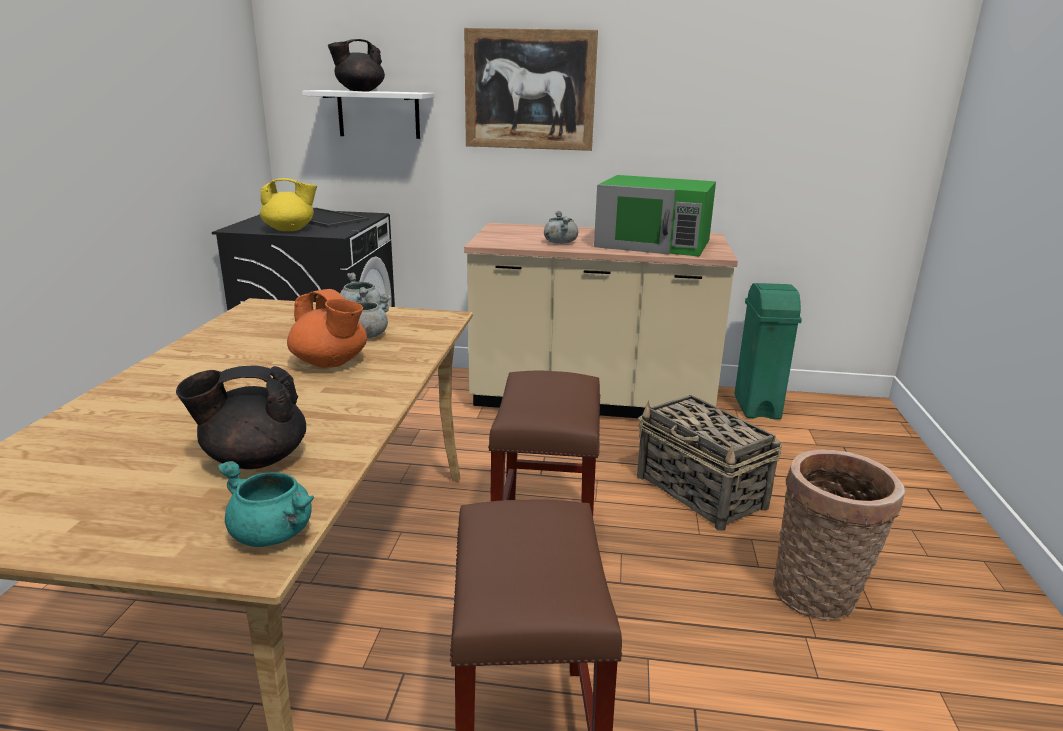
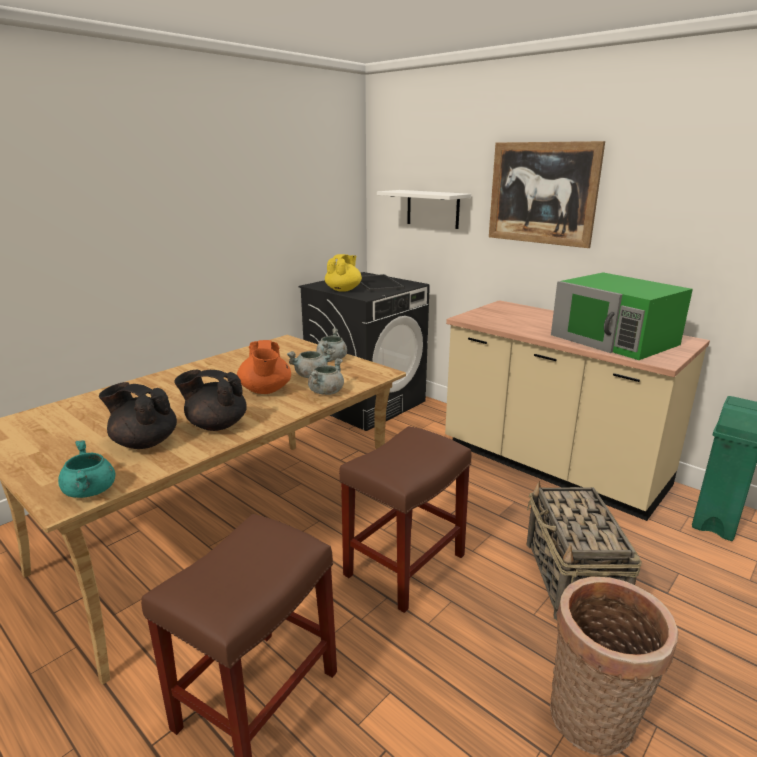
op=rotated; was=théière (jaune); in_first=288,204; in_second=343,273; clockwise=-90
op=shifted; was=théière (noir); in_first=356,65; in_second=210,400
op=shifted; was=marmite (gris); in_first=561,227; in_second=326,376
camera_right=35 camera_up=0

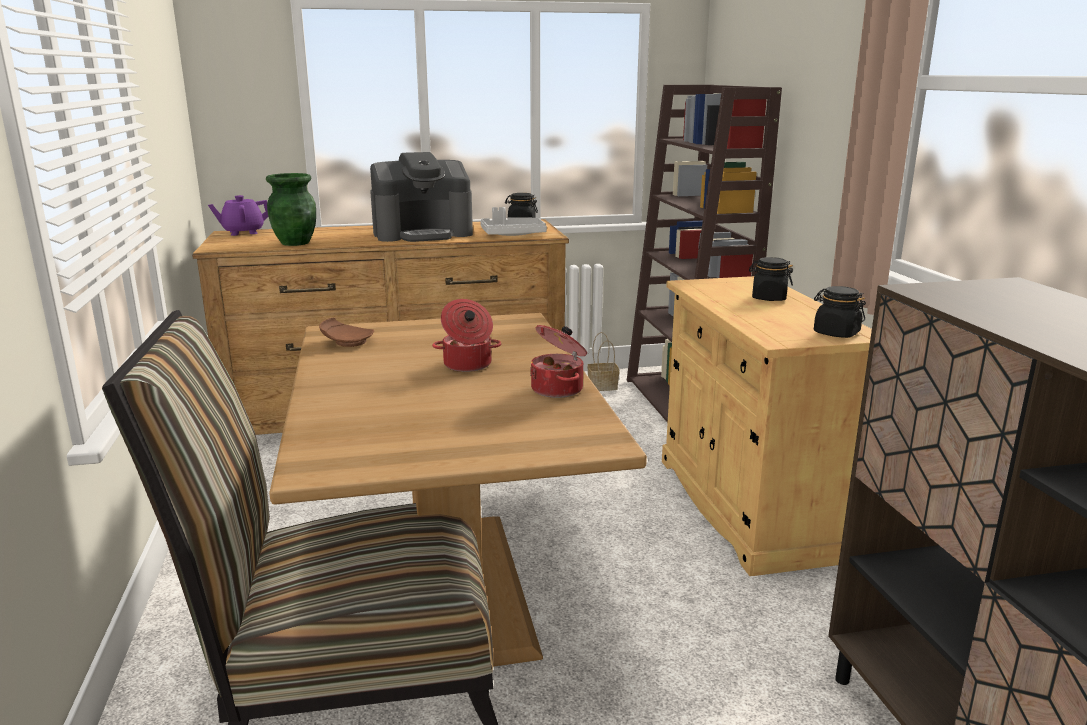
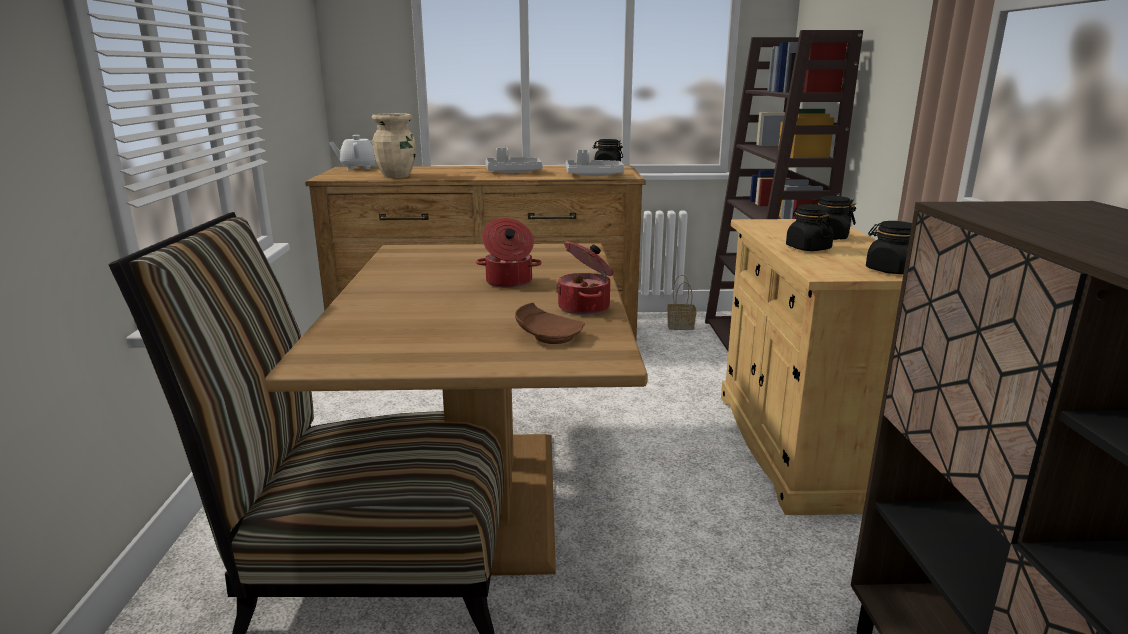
op=repainted; was=théière (violet); now=théière (blanc); in_first=238,215; in_second=352,152
op=repainted; was=vase (vert); now=vase (beige); in_first=291,209; in_second=394,145
op=shifted; was=assiette (marron); in_first=346,332; in_second=550,323
op=swapped; was=machine à café; now=plateau (gris); in_first=421,197; in_second=514,160
op=new; now=bocal (noir); in_second=810,227
camera_right=10 camera_up=0

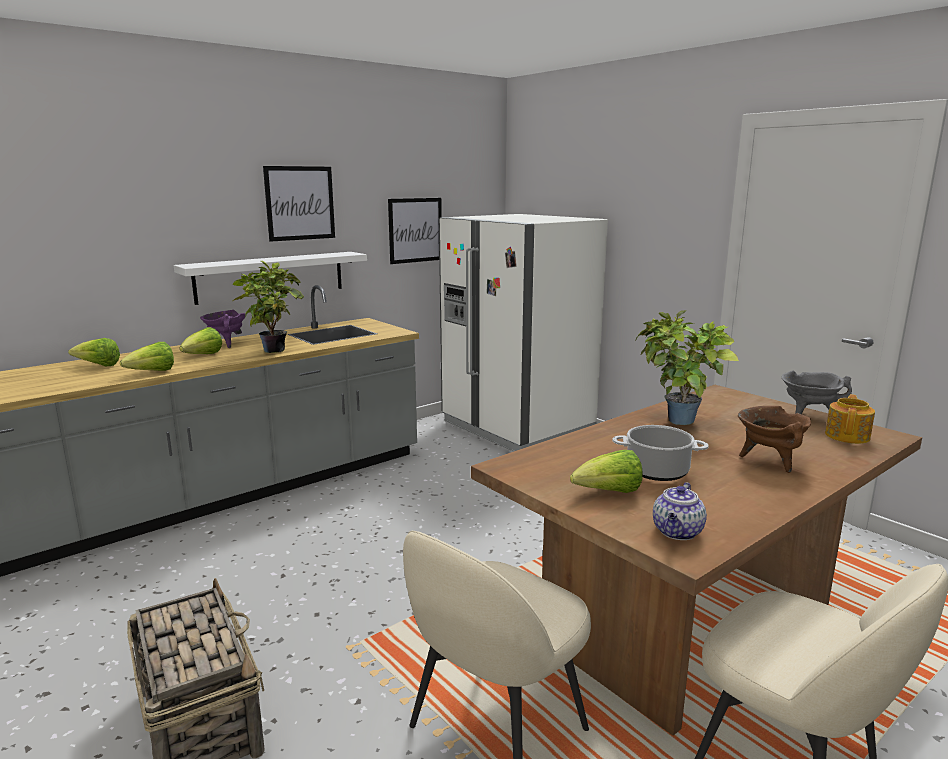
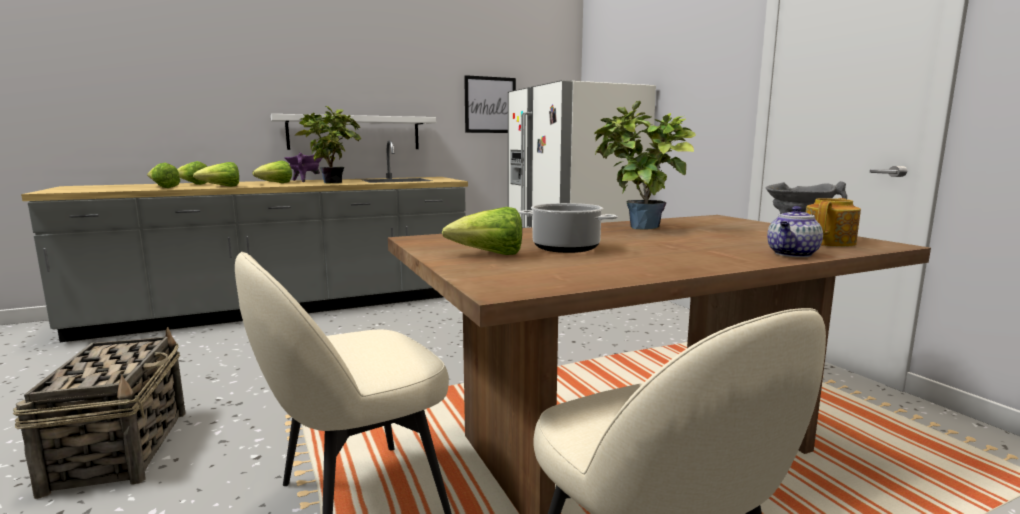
op=gone; was=tableau; in_first=299,204
op=shifted; was=théière; in_first=680,511; in_second=795,231
op=gone; was=marmite (marron); in_first=774,439
op=new; now=laitue; in_second=163,175
camera_right=15 camera_up=-5

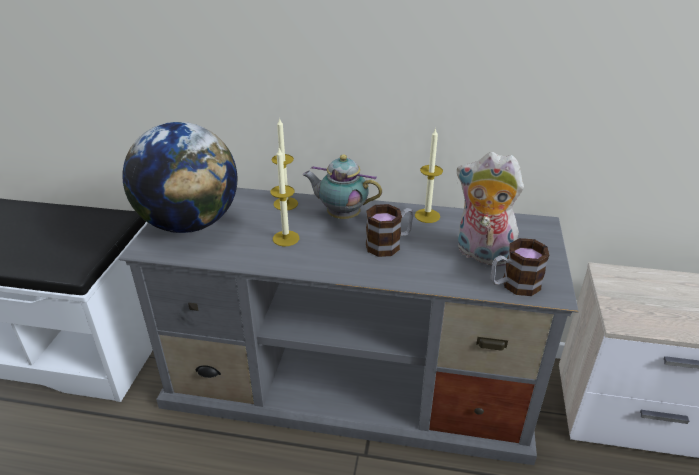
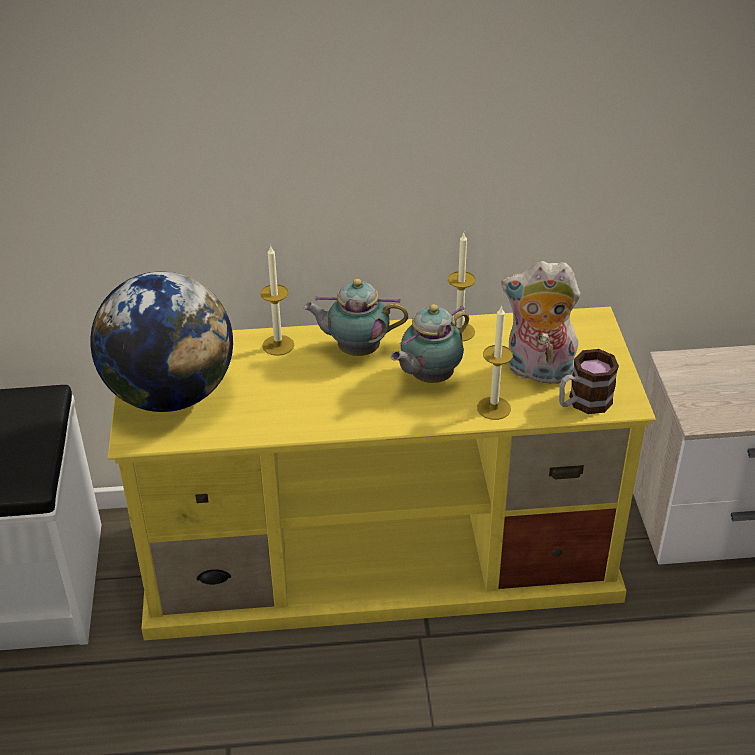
op=repainted; was=meuble télé (gris); now=meuble télé (jaune); in_first=349,326; in_second=382,473
op=shifted; was=bougie; in_first=285,197; in_second=495,362
op=swapped; was=mug; now=théière; in_first=390,230; in_second=430,343
camera_right=-15 camera_up=5

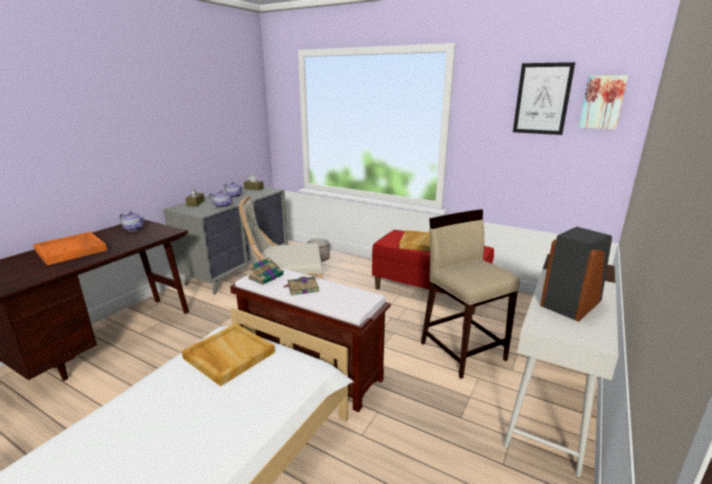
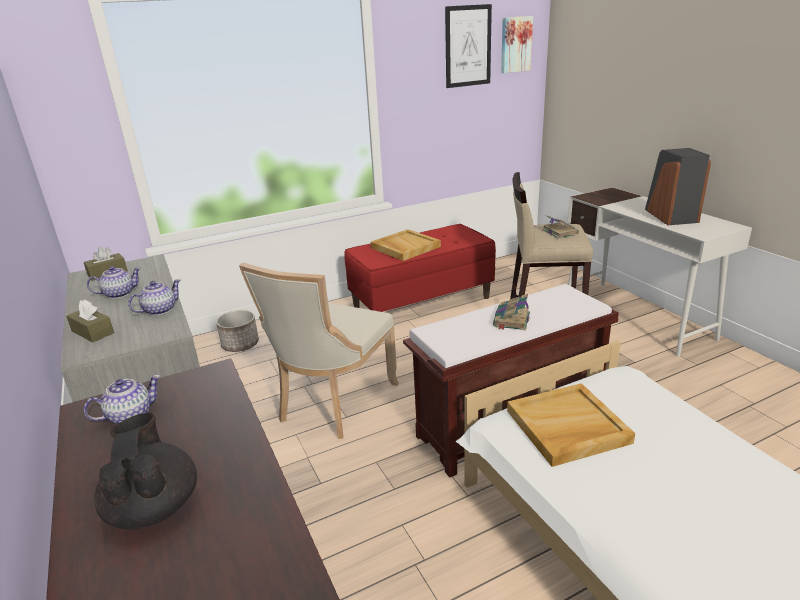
op=swapped; was=plateau (orange); now=théière (noir); in_first=70,248; in_second=145,471
op=shifted; was=livre; in_first=266,271; in_second=560,227
camera_right=-55 camera_up=5

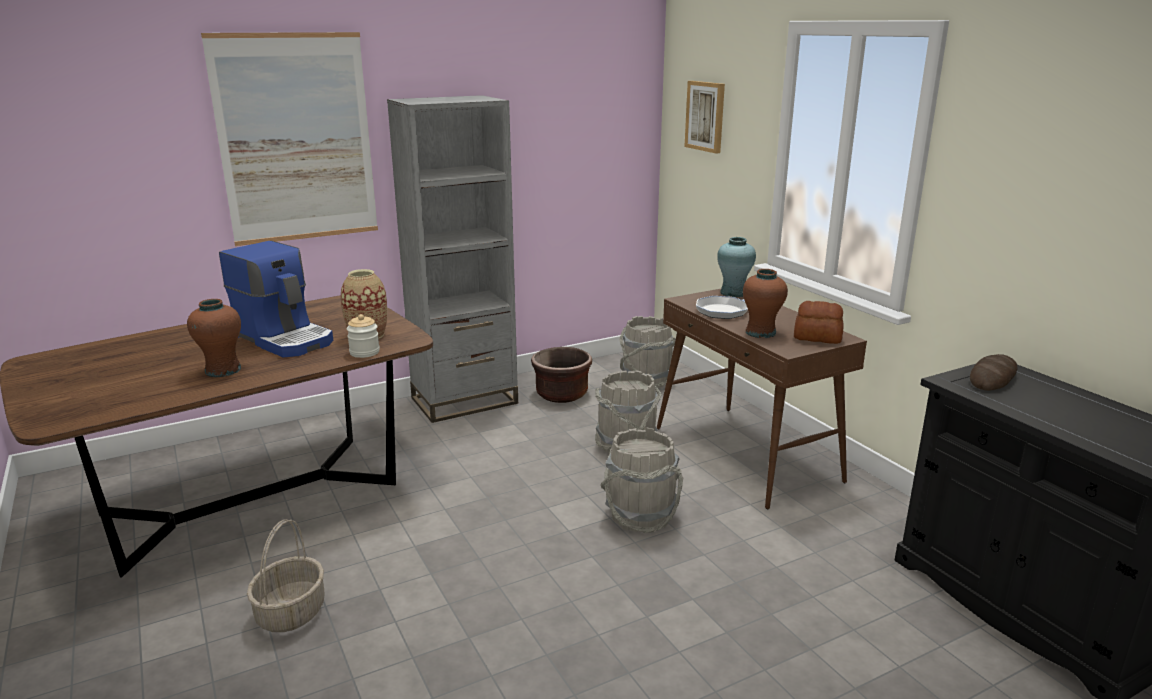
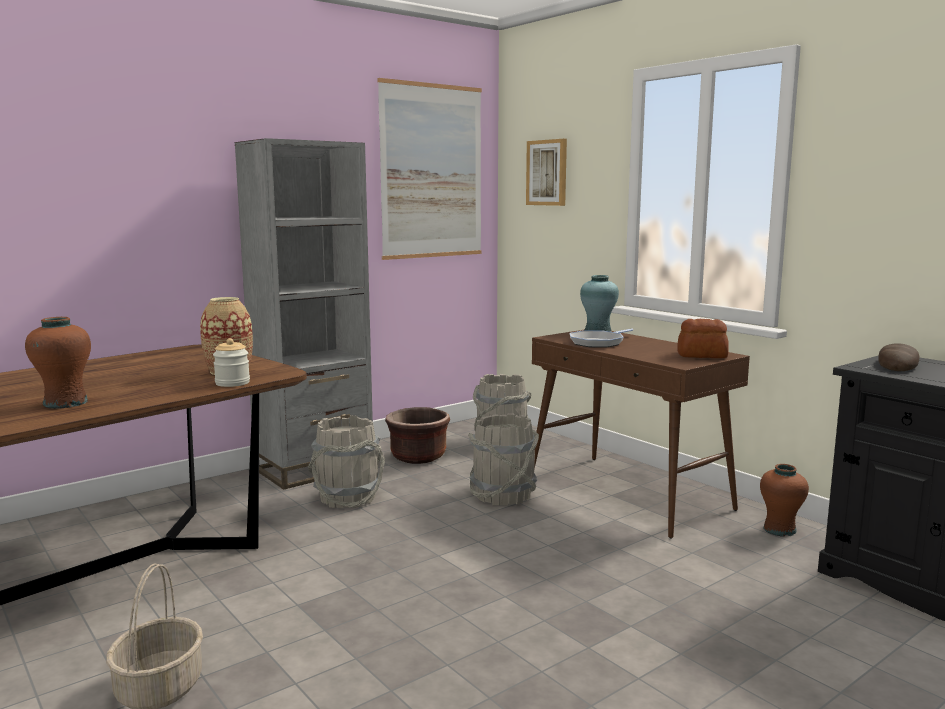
op=shifted; was=tableau; in_first=289,139; in_second=429,169
op=gone; was=machine à café; in_first=276,299
op=shifted; was=seau (gris); in_first=642,480; in_second=346,461
op=shifted; was=vase (marron); in_first=765,303; in_second=784,500
camera_right=-10 camera_up=-10

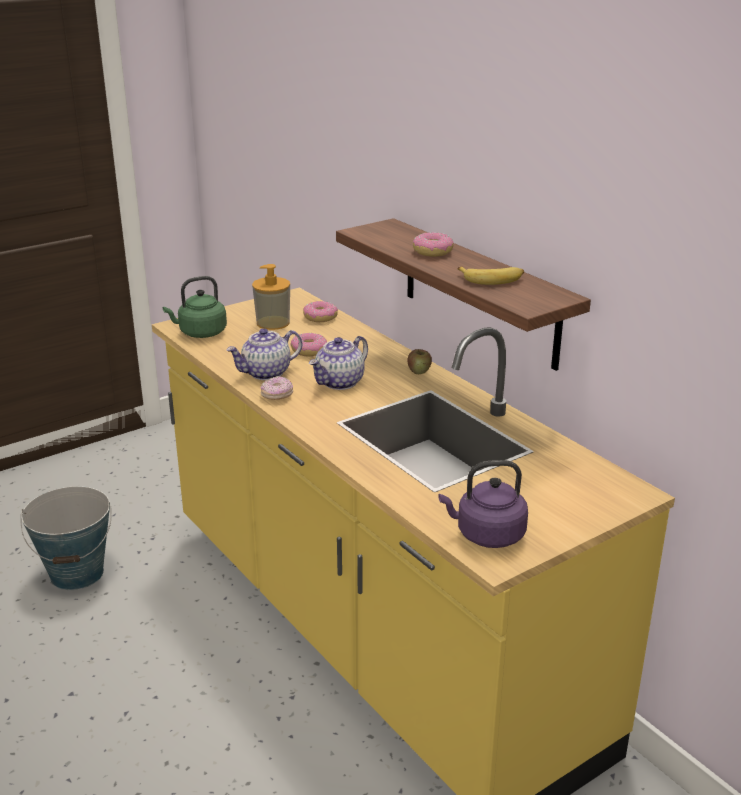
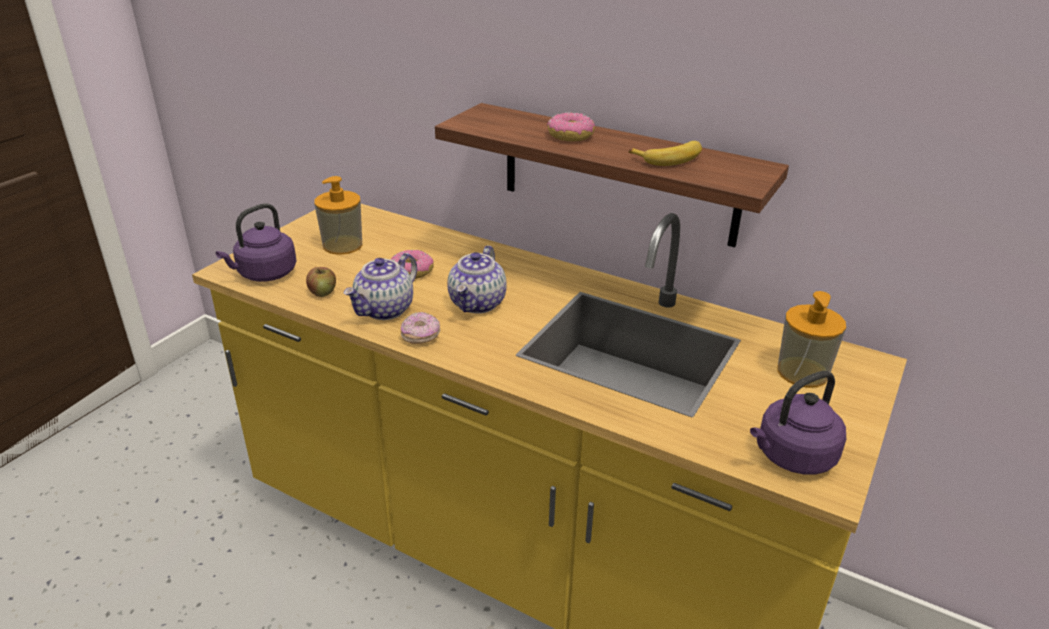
op=gone; was=seau; in_first=66,538
op=repainted; was=bouilloire (vert); now=bouilloire (violet); in_first=195,307; in_second=256,242
op=gone; was=beignet; in_first=320,311
op=shifted; was=pomme; in_first=419,361; in_second=321,282
op=new; now=distributeur de savon; in_second=812,339
camera_right=-25 camera_up=5

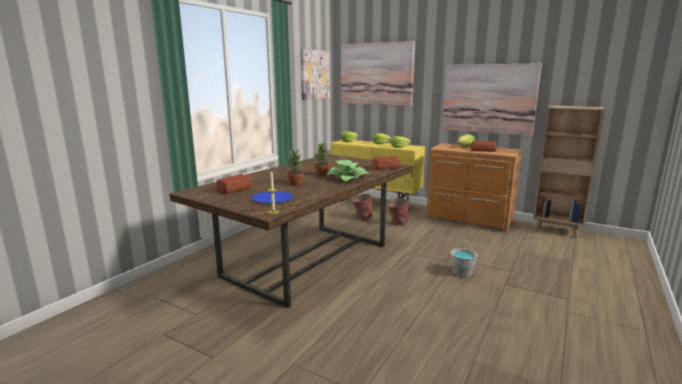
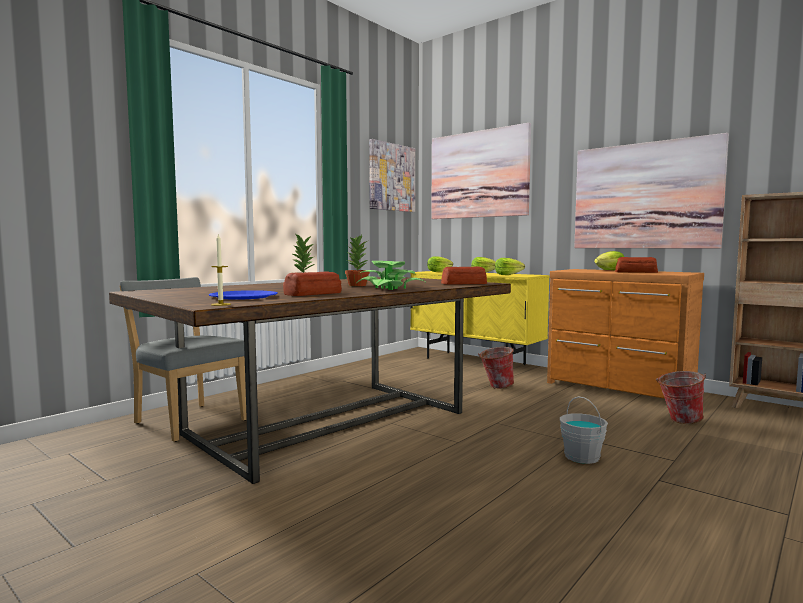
op=shifted; was=pain; in_first=233,184; in_second=312,284
op=shifted; was=seau; in_first=361,207; in_second=681,397
op=new; now=chaise (gris); in_second=183,359
camera_right=10 camera_up=-10

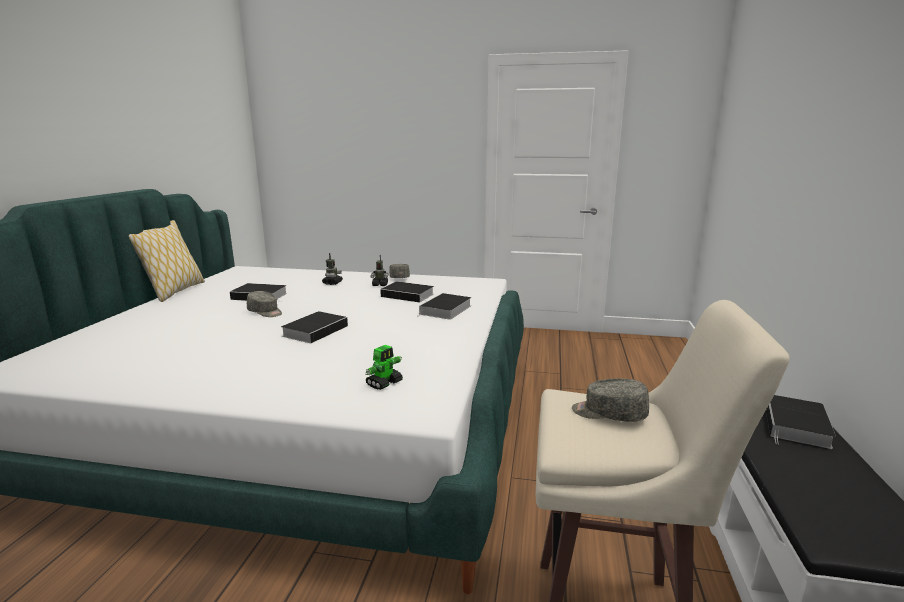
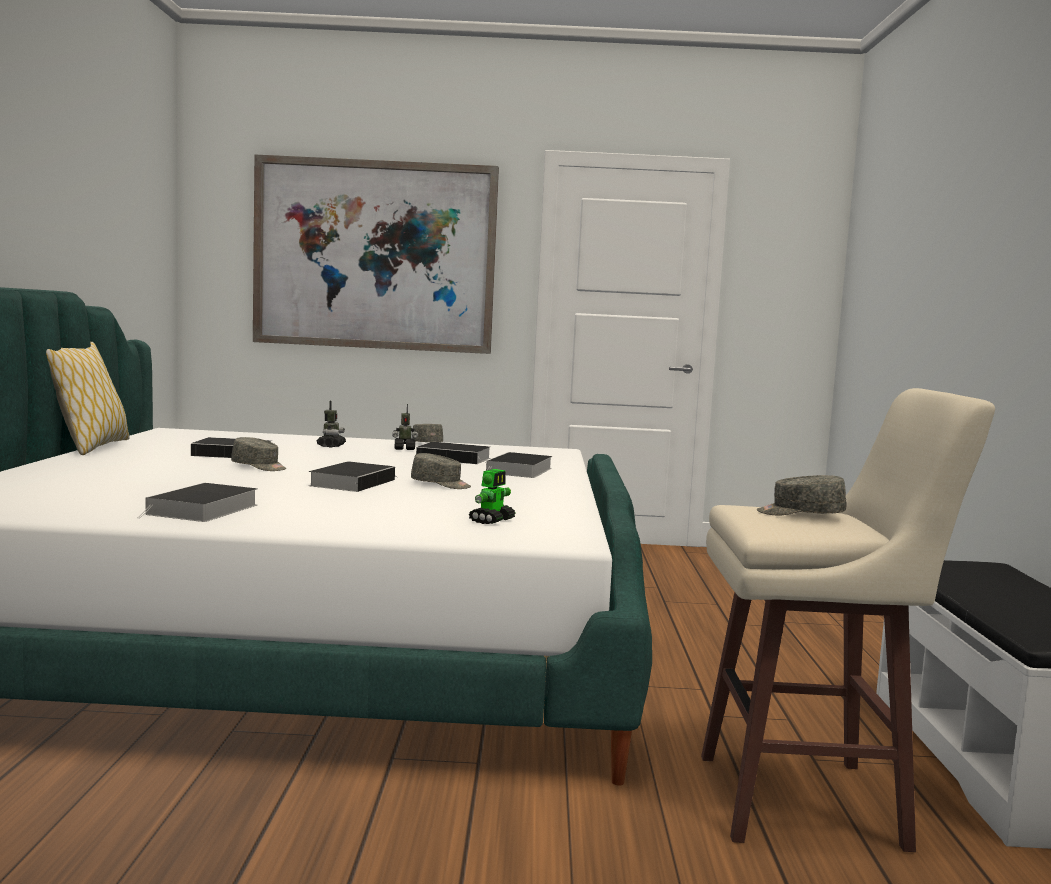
op=shifted; was=livre; in_first=801,422; in_second=197,502
op=new; now=tableau; in_second=376,254
op=new; now=casquette (gris); in_second=441,471
camera_right=-10 camera_up=-10

